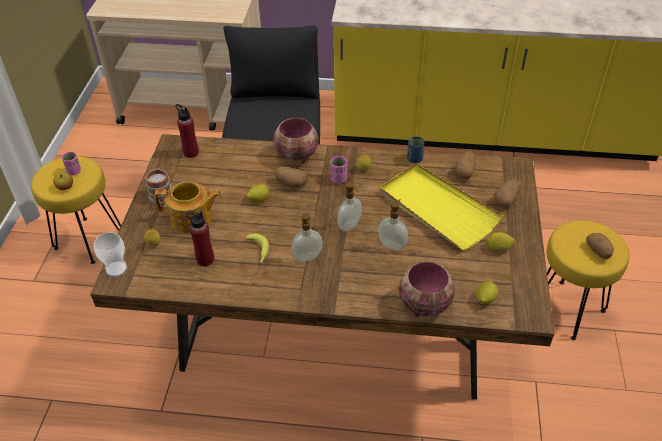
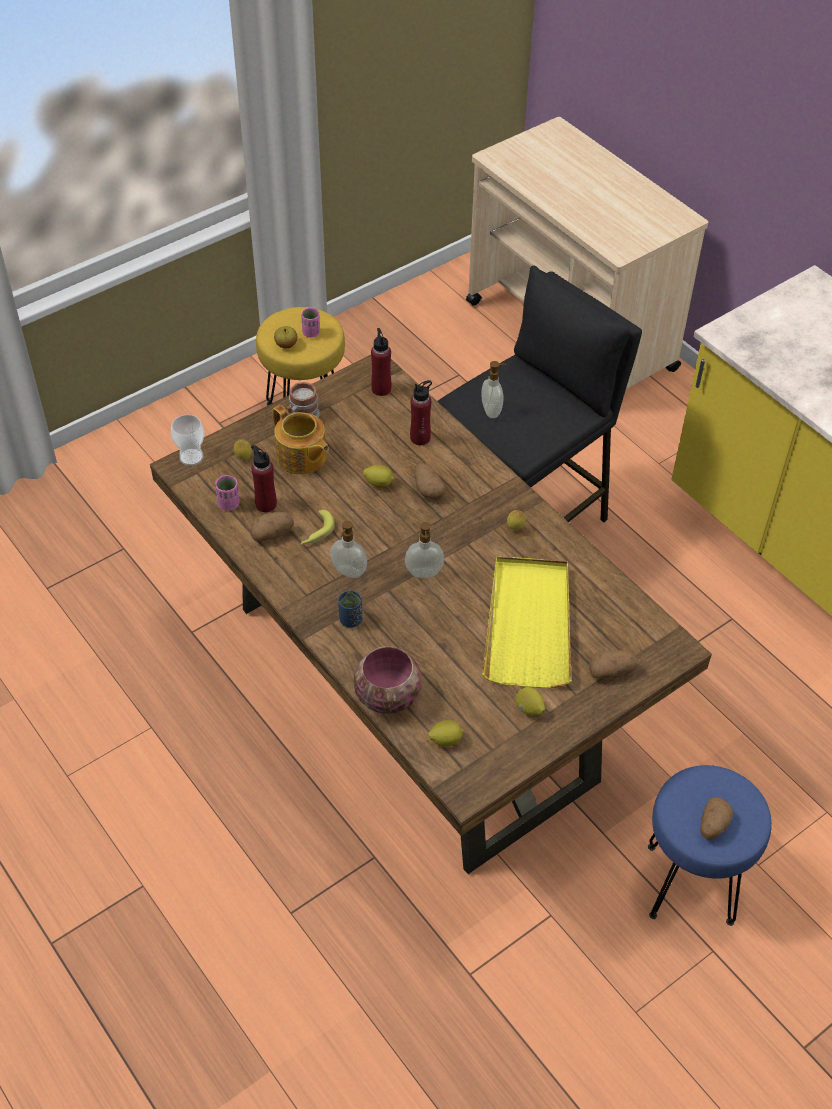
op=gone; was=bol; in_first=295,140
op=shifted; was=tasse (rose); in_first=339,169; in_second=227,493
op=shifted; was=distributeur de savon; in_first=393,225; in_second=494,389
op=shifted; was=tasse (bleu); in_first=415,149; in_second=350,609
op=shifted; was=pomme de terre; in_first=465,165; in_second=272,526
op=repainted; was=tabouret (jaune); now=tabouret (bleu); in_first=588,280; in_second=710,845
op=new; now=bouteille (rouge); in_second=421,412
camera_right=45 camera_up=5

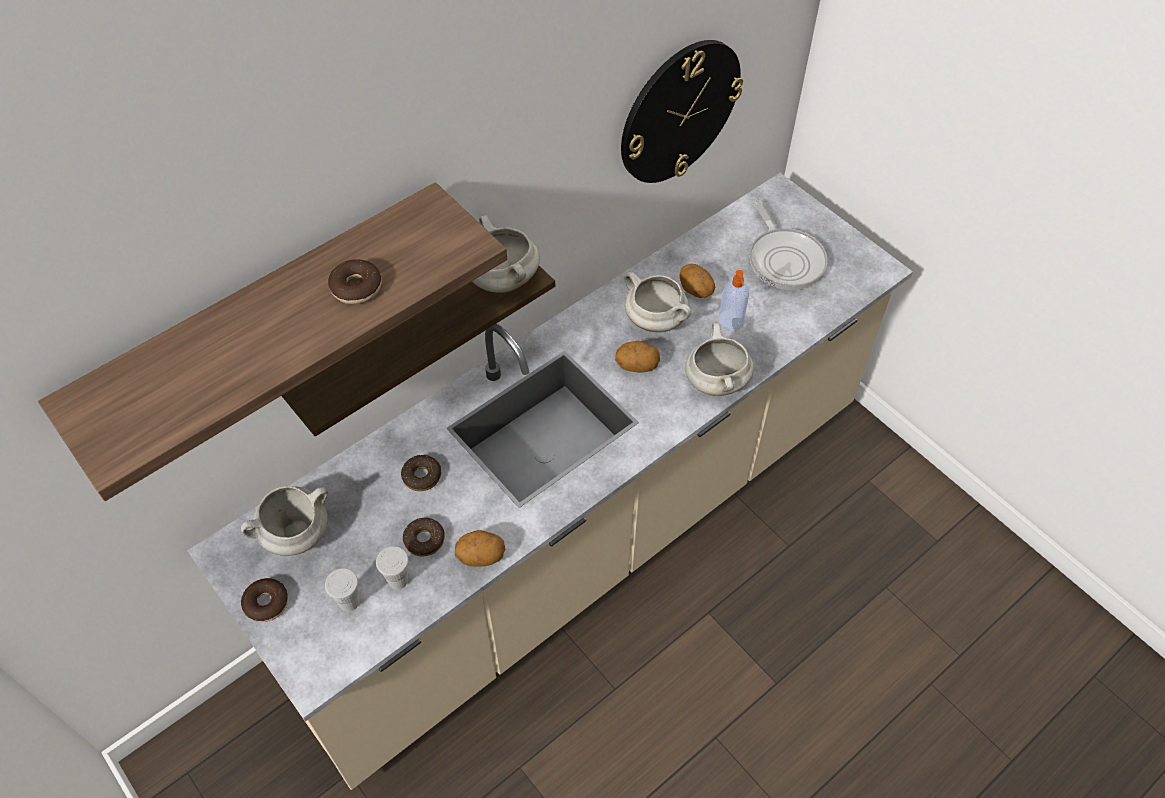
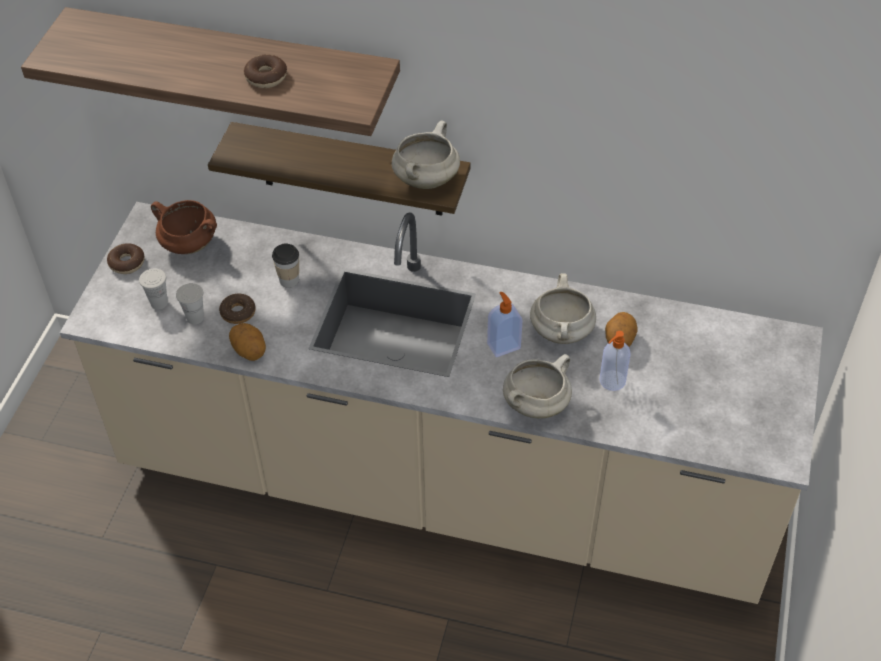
op=repainted; was=marmite (blanc); now=marmite (marron); in_first=284,521; in_second=184,227
op=swapped; was=beignet; now=tasse; in_first=421,473; in_second=285,266
op=swapped; was=pomme de terre; now=distributeur de savon; in_first=637,356; in_second=505,324
op=gone; was=horloge murale; in_first=682,111
op=gone; was=poêle; in_first=788,245
camera_right=55 camera_up=-5

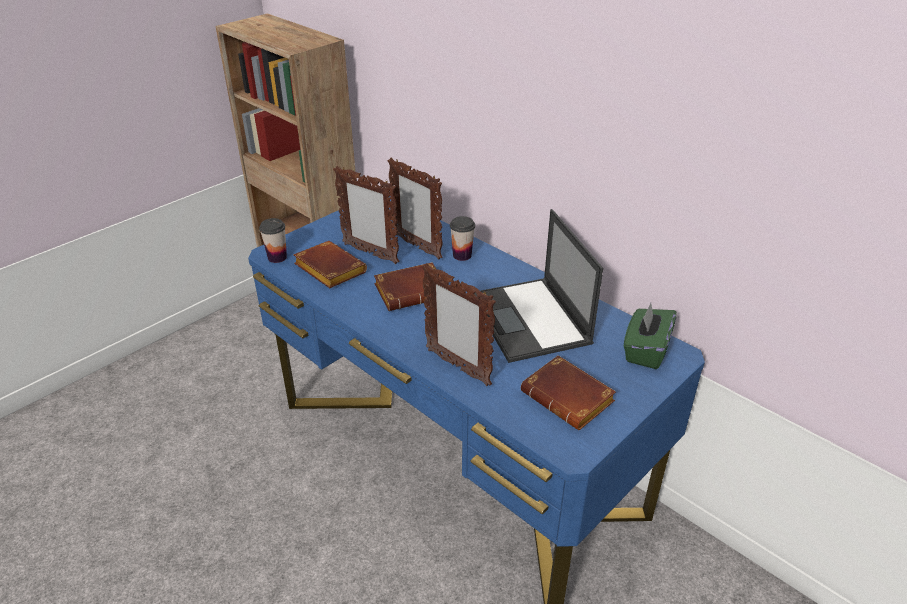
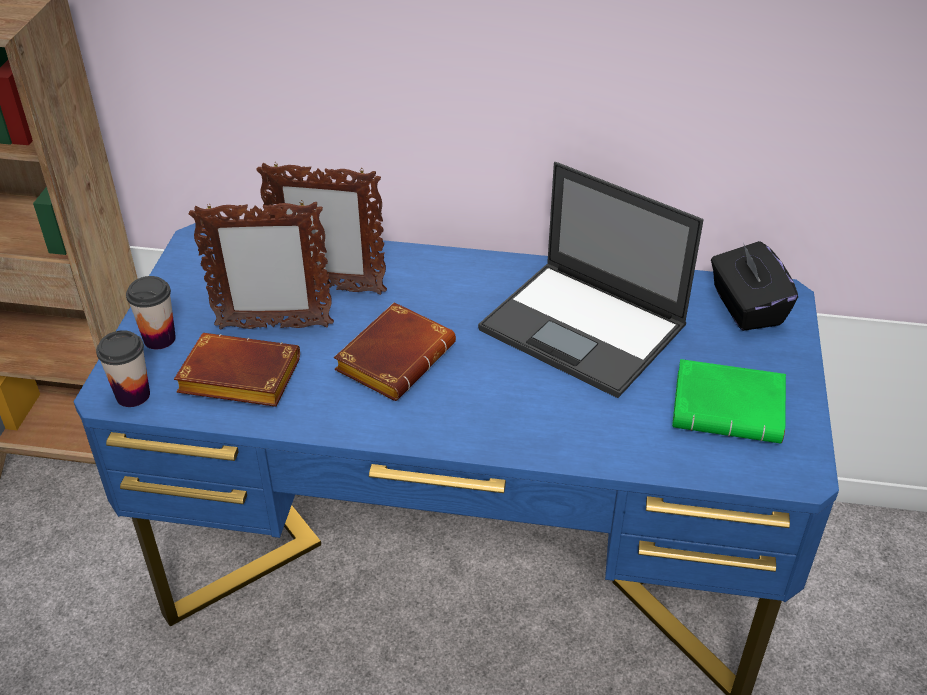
op=gone; was=cadre photo; in_first=459,324
op=shifted; was=tasse; in_first=462,238; in_second=151,312
op=repainted; was=livre (marron); now=livre (vert); in_first=568,392; in_second=729,401
op=repainted; was=boîte à mouchoirs (vert); now=boîte à mouchoirs (noir); in_first=650,336; in_second=754,286
camera_right=-35 camera_up=5

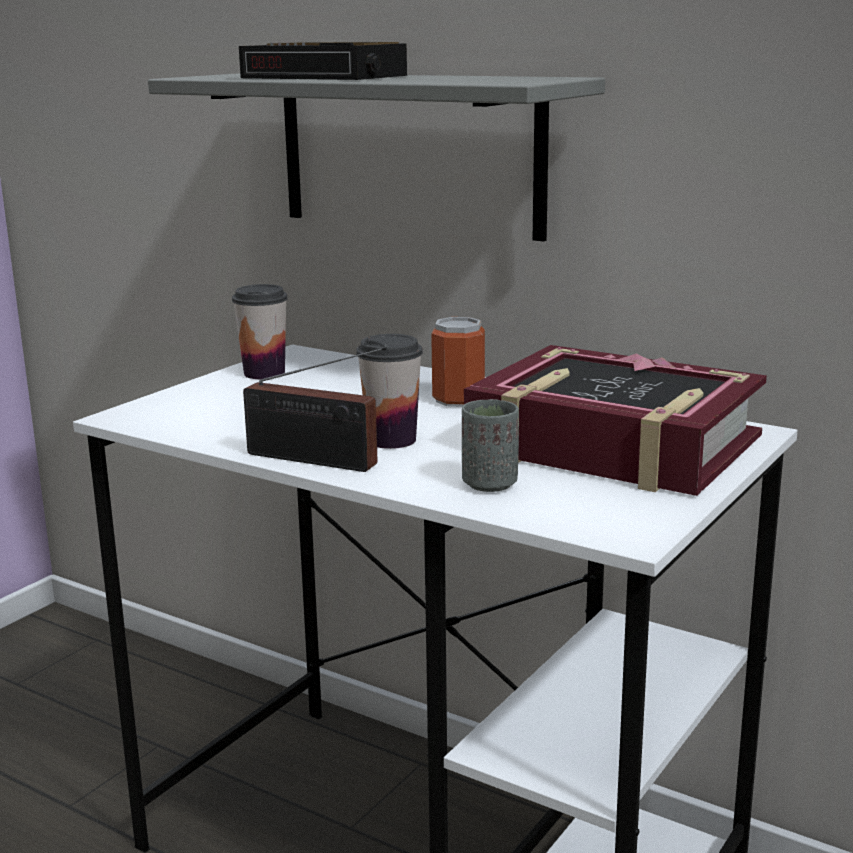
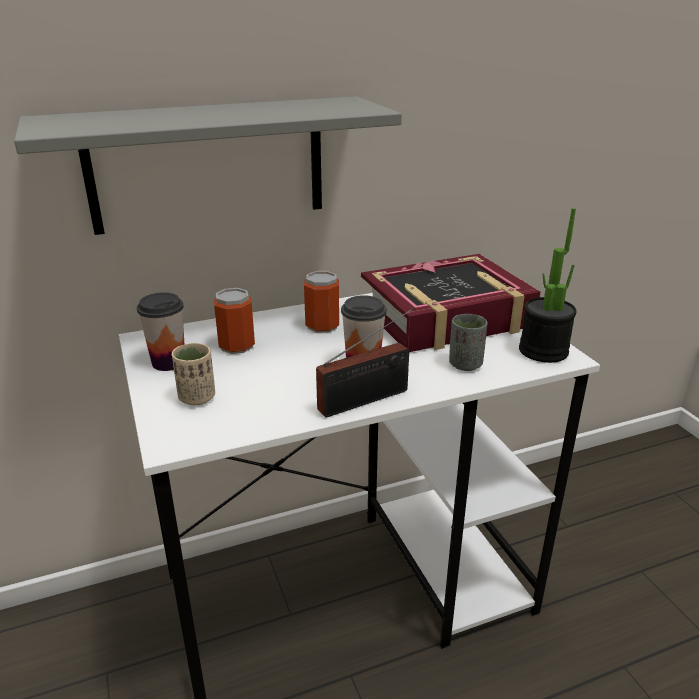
op=gone; was=réveil; in_first=323,61
op=new; now=tasse (beige); in_second=193,374
op=new; now=boîte métallique; in_second=234,321
op=new; now=plante en pot; in_second=548,285
camera_right=-55 camera_up=10

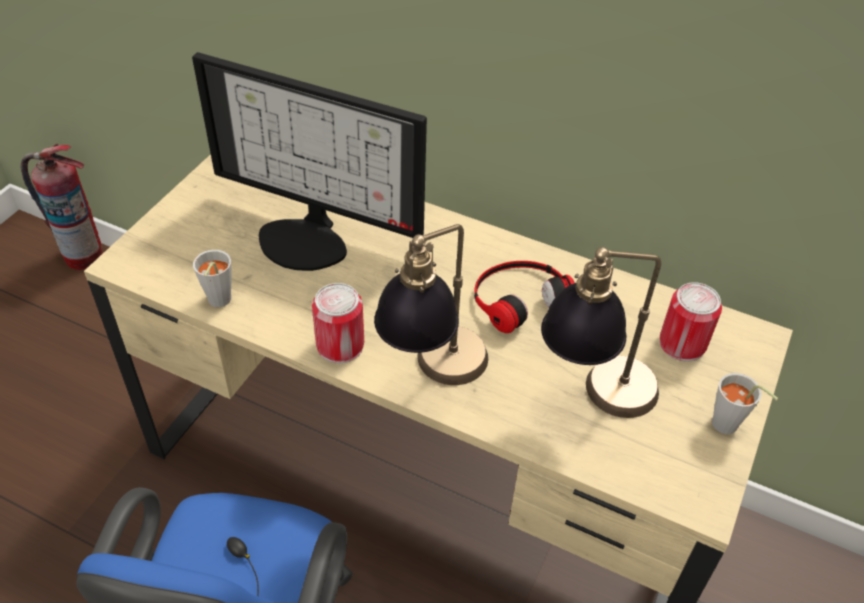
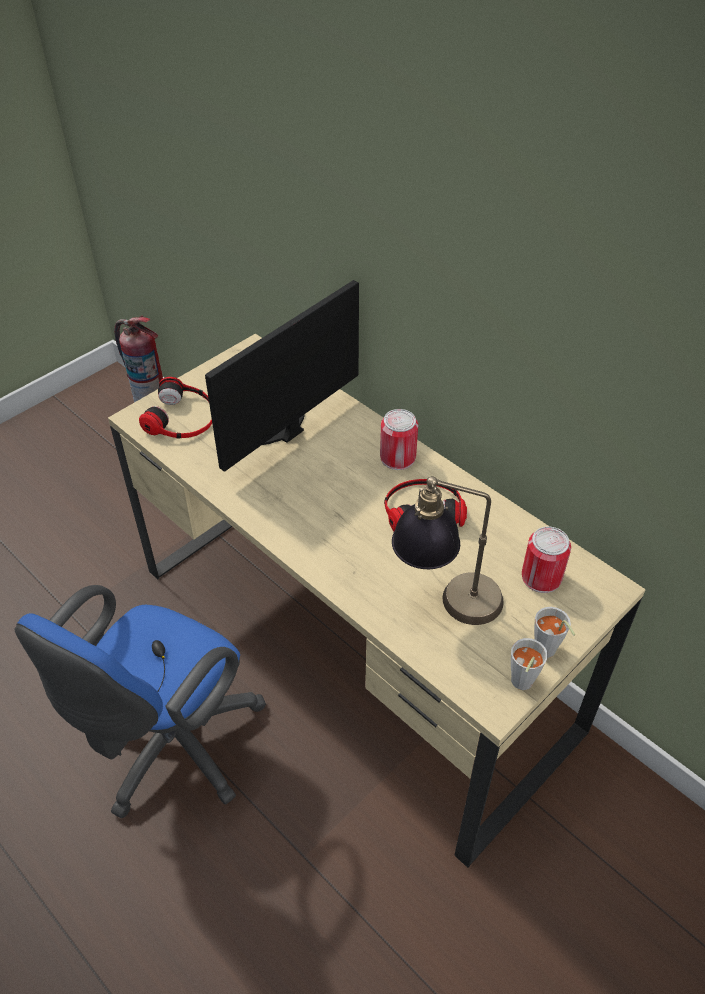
op=rotated; was=écran d'ordinateur; in_first=309,161; in_second=282,376; clockwise=90
op=shifted; was=tasse (gris); in_first=212,278; in_second=529,664
op=shifted; was=boîte métallique; in_first=338,323; in_second=399,439
op=gone; was=lampe de table; in_first=431,304
op=new; now=casque audio; in_second=175,408
camera_right=20 camera_up=0

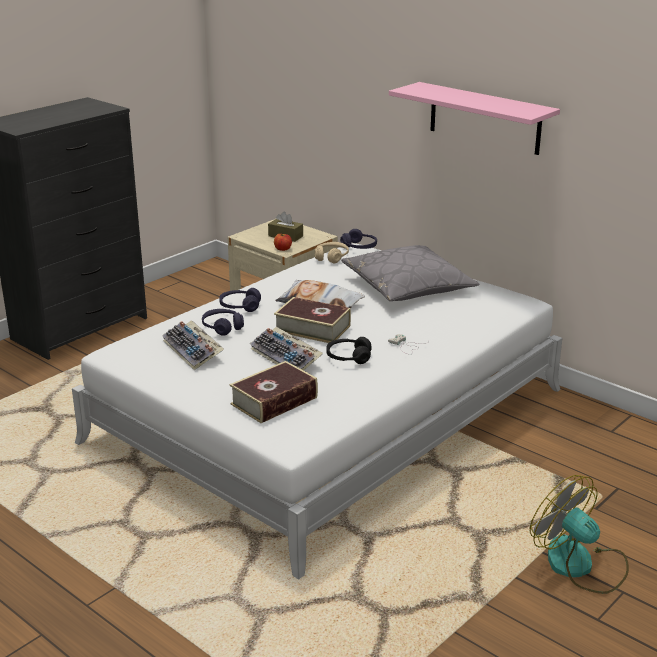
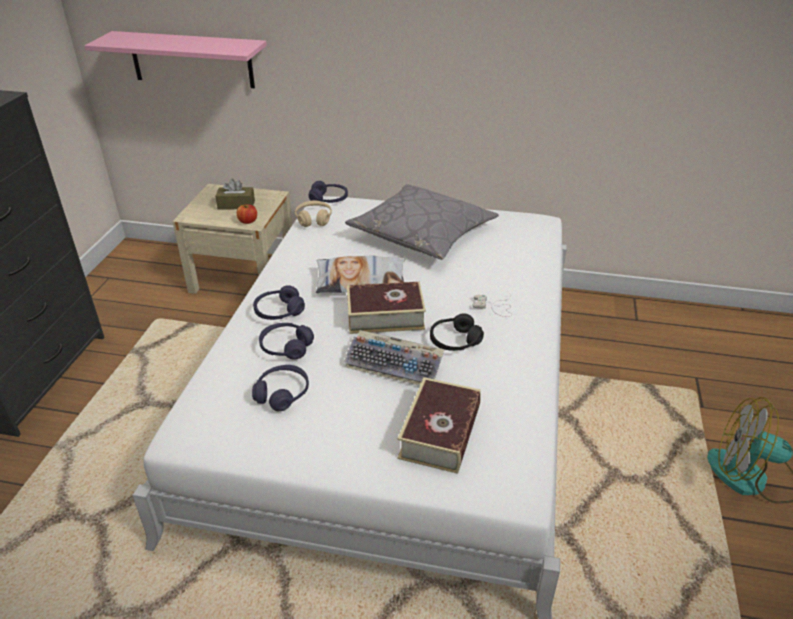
op=swapped; was=clavier; now=casque audio (violet); in_first=193,345; in_second=280,388
op=shifted; was=étagère (rose); in_first=474,118; in_second=175,59
camera_right=-30 camera_up=10

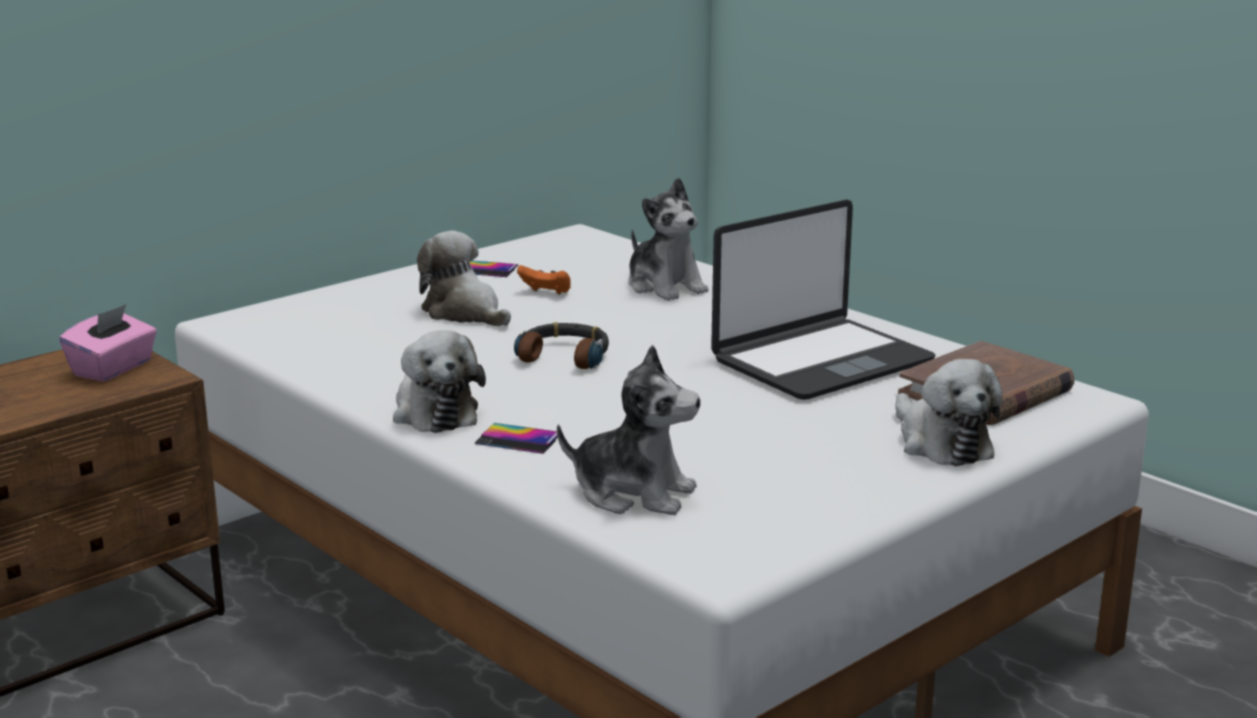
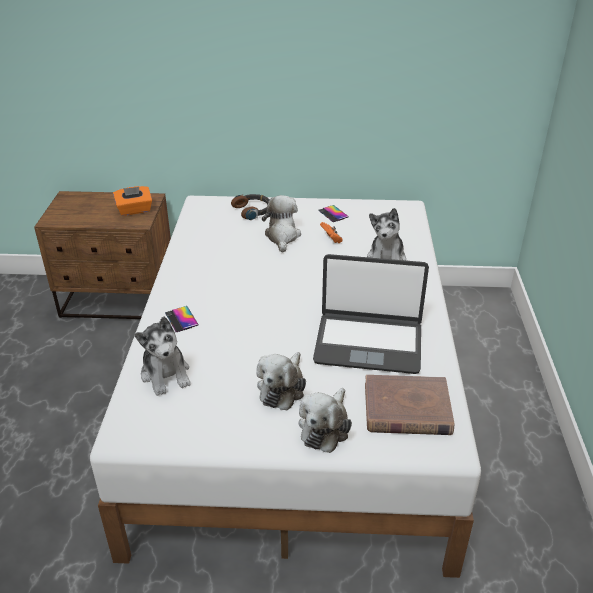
op=repainted; was=boîte à mouchoirs (rose); now=boîte à mouchoirs (orange); in_first=108,343; in_second=132,201
op=shifted; was=peluche; in_first=439,381; in_second=281,381
op=shifted; was=casque audio; in_first=561,345; in_second=250,207
camera_right=45 camera_up=15

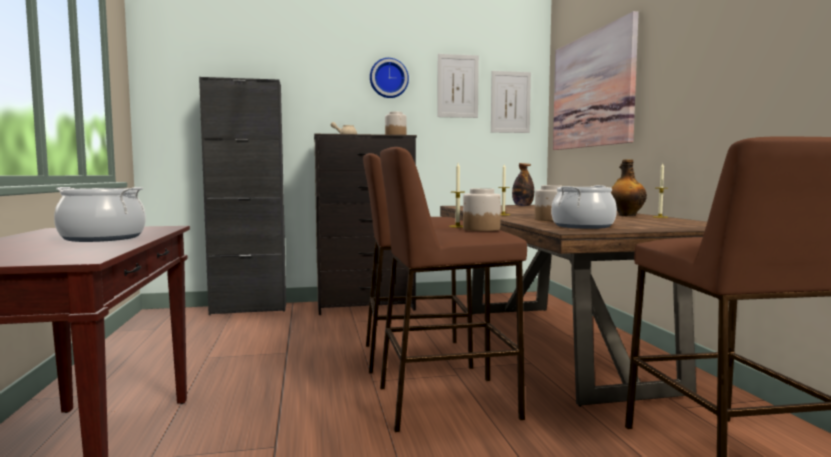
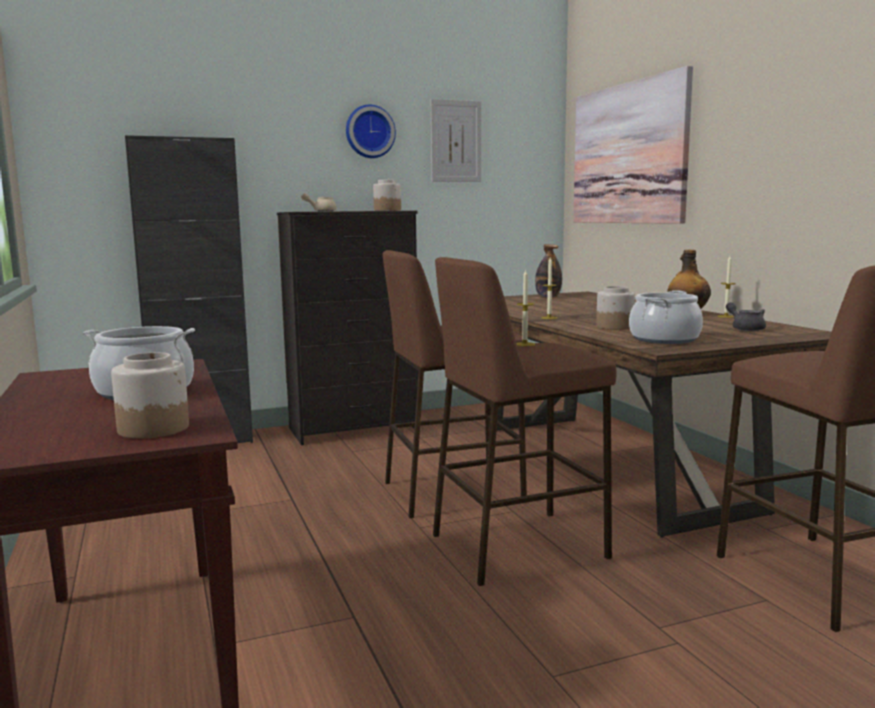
op=shifted; was=bocal; in_first=482,209; in_second=150,395
op=gone; was=tableau; in_first=511,102
op=new; now=théière (gris); in_second=746,316
camera_right=-10 camera_up=5

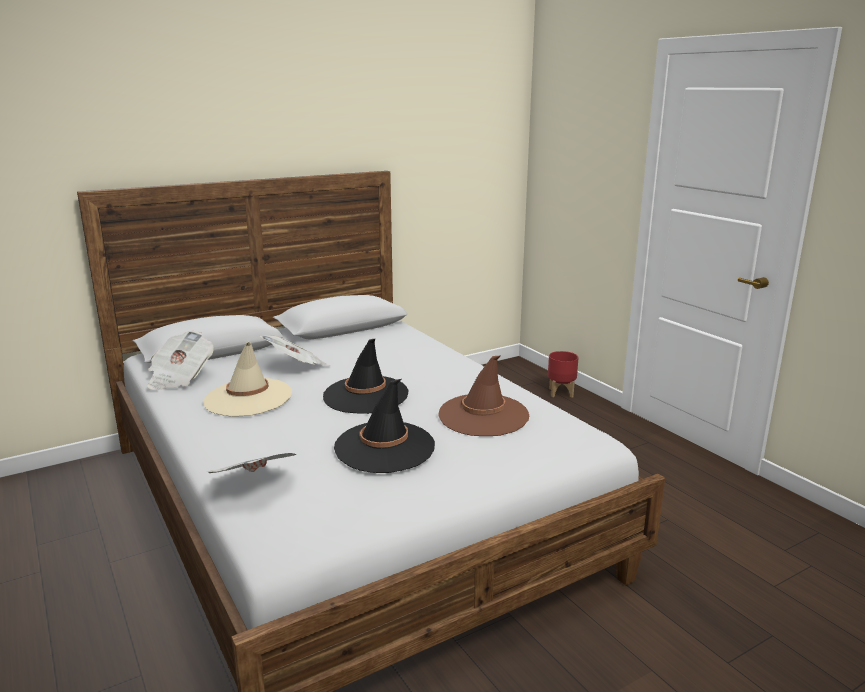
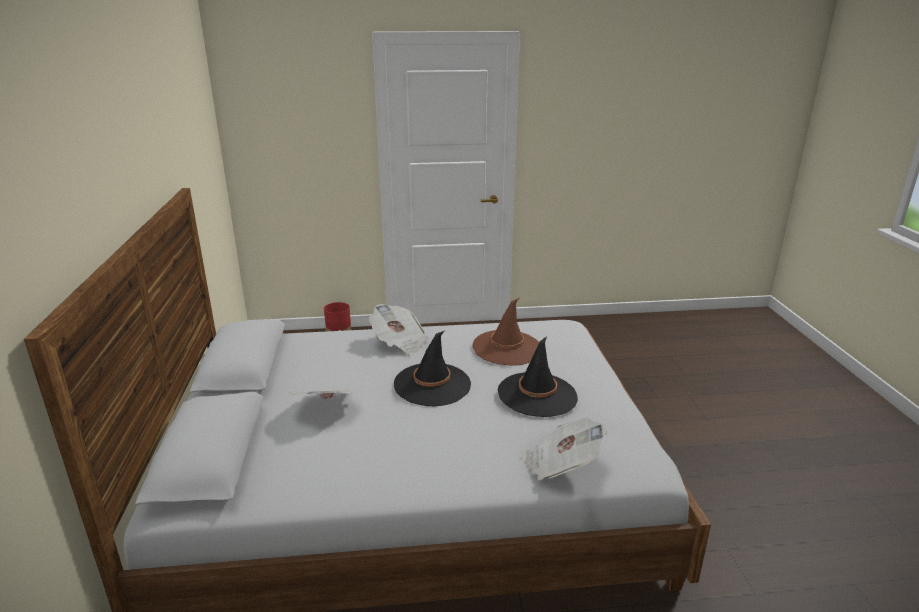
op=shifted; was=journal; in_first=180,360; in_second=398,329
op=gone; was=chapeau (beige); in_first=247,379
camera_right=-65 camera_up=5

